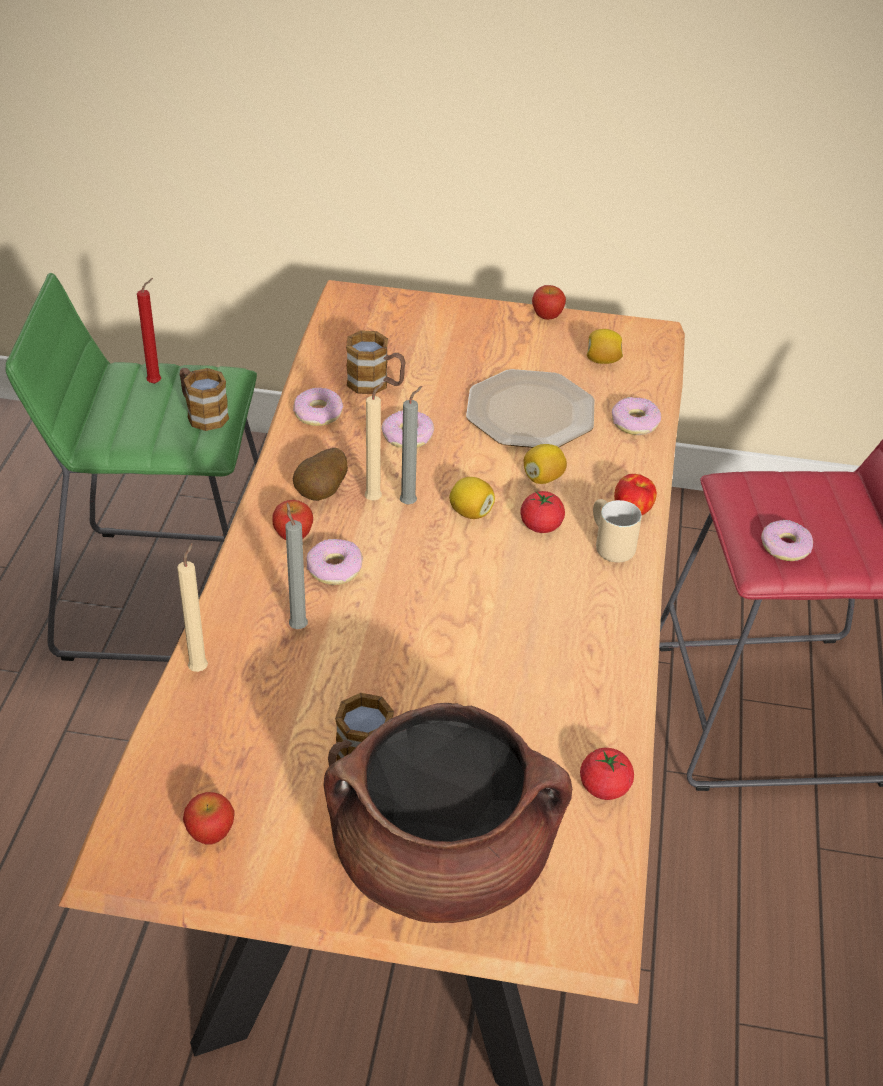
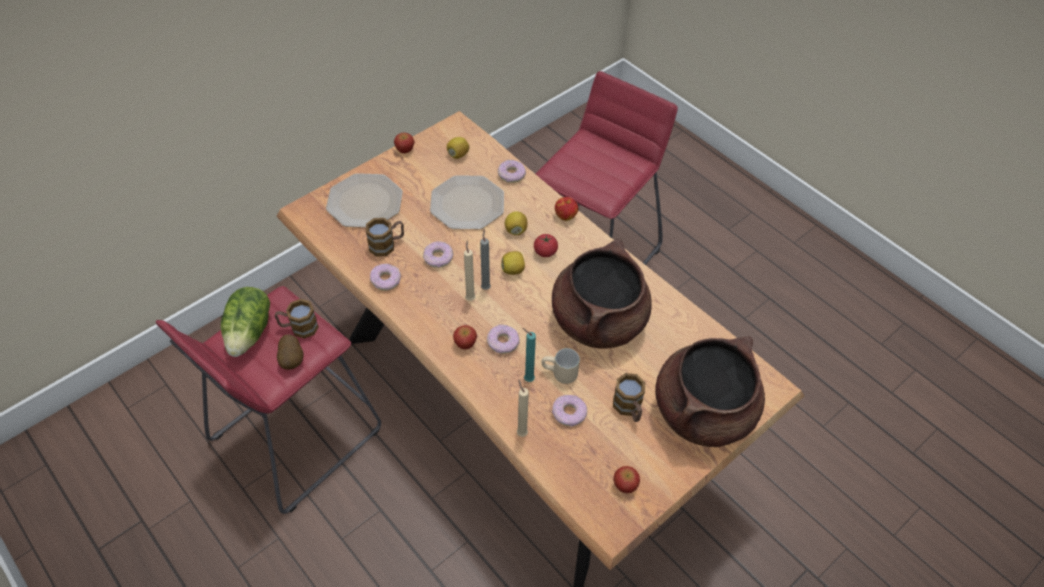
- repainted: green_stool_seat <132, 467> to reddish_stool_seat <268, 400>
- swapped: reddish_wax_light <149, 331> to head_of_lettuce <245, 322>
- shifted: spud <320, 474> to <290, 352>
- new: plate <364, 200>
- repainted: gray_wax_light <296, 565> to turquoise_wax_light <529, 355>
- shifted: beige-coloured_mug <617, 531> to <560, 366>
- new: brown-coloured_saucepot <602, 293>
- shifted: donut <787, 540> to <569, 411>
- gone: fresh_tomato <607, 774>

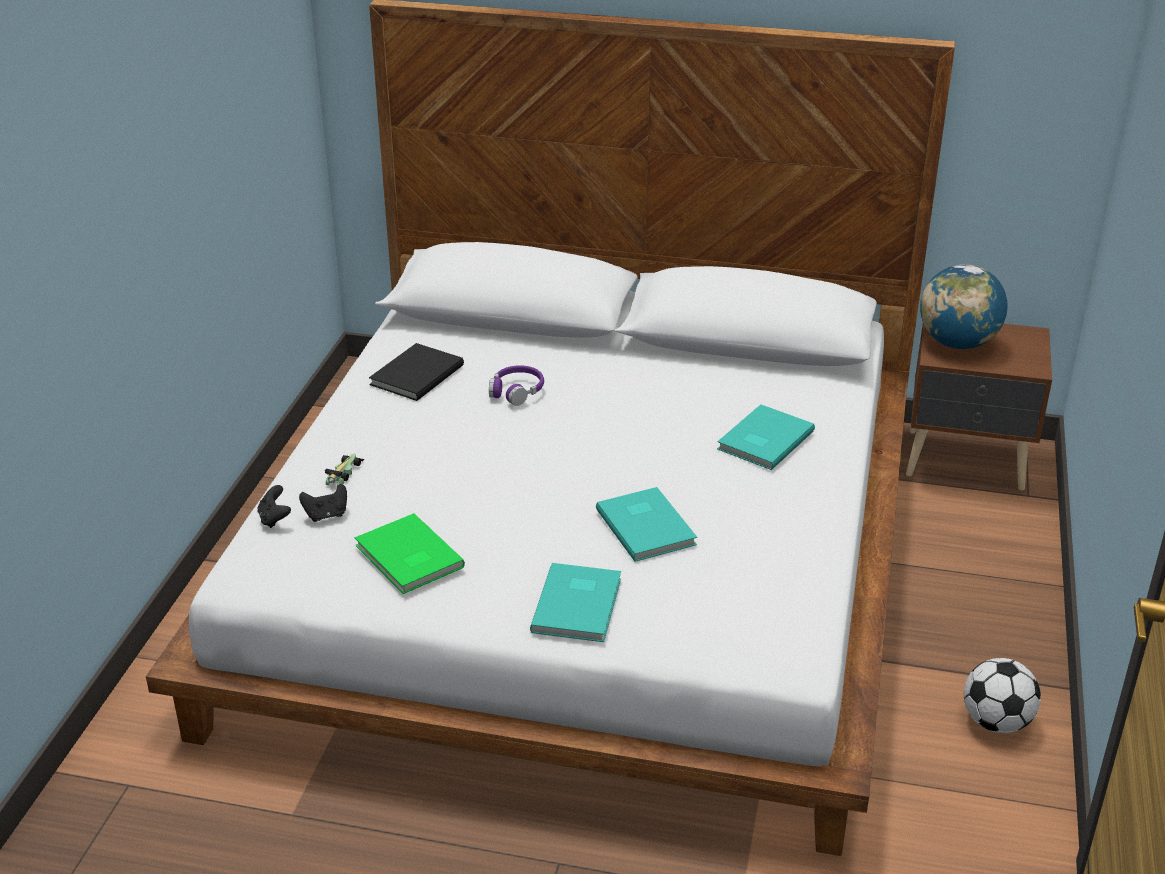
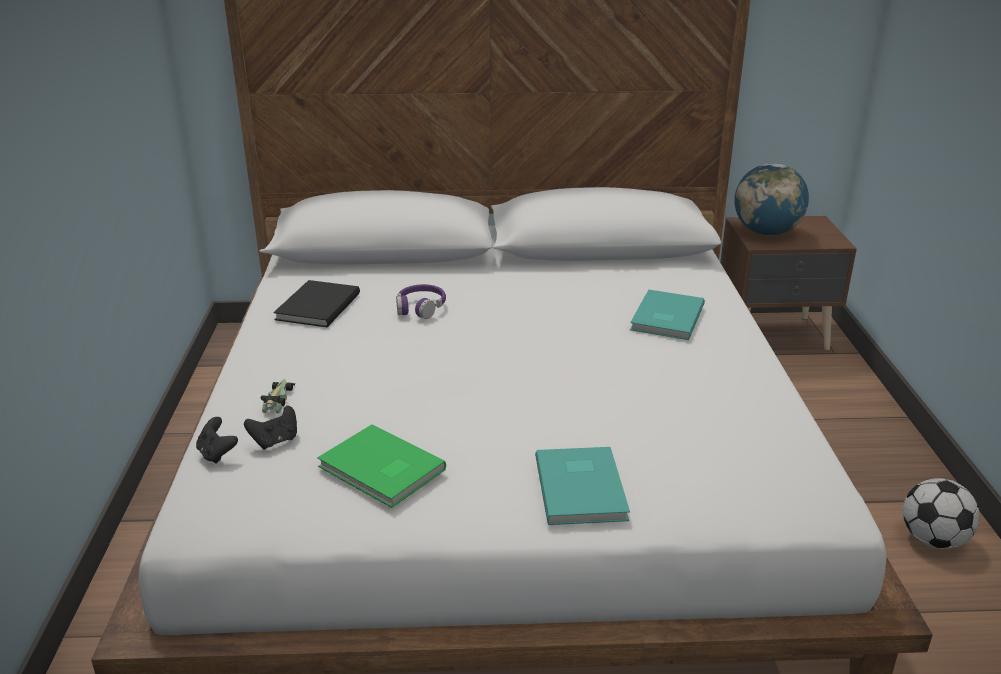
- gone: turquoise_volume <646, 524>

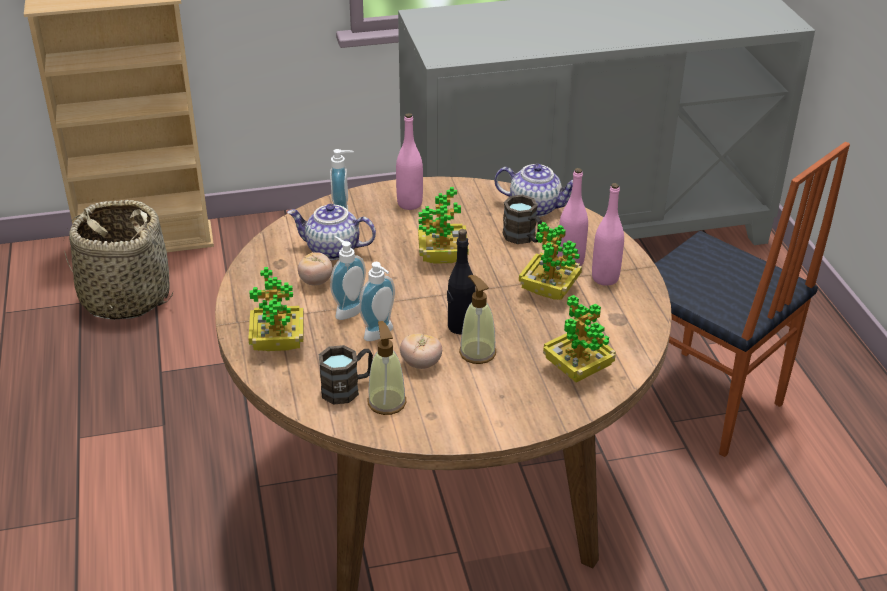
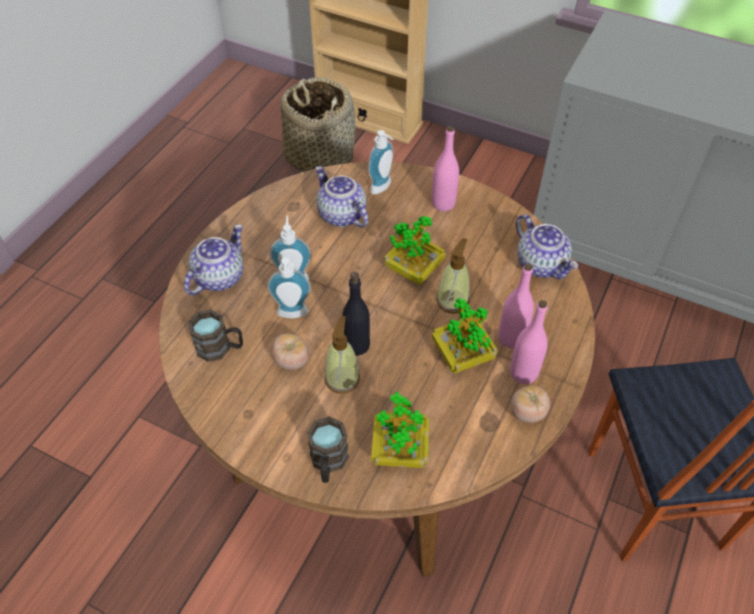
- swapped: houseplant <276, 309> to tea_pot <213, 259>
- shifted: brown-coloured_mug <522, 219> to <328, 449>
- shifted: soap_bottle <387, 368> to <453, 276>
- shifted: fresh_tomato <315, 269> to <530, 404>

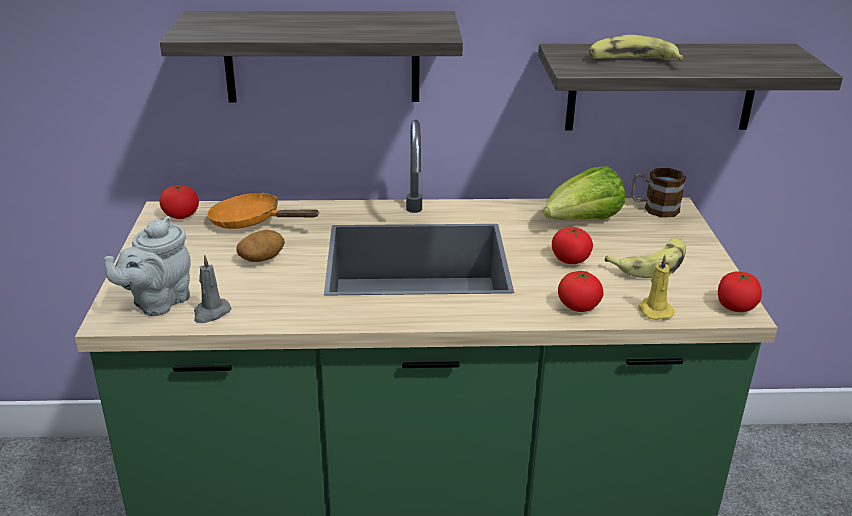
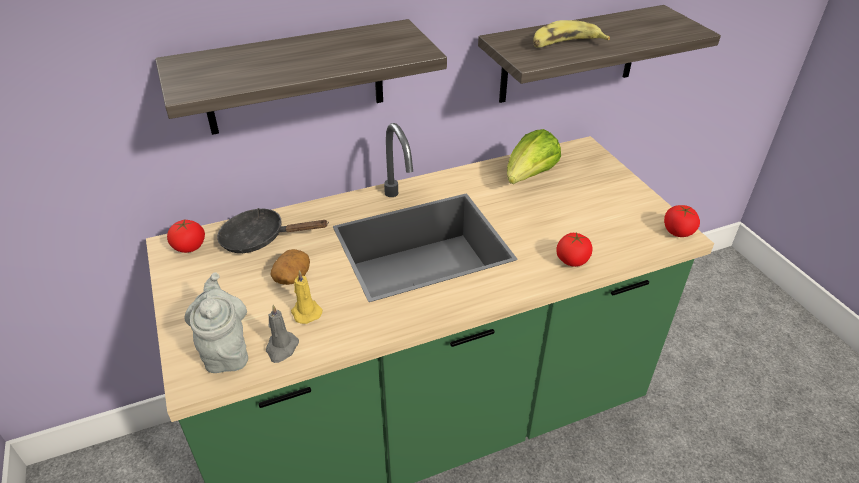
- rotated: gray_tea_pot <147, 266> = <216, 323> 150 degrees clockwise
- repainted: orange-coloured_skillet <263, 211> to blackish_skillet <273, 230>
- shifted: yellow-coloured_wax_light <656, 287> to <307, 297>
- gone: fresh_tomato <572, 245>
- gone: banana_fruit <645, 258>
- gone: mug <659, 193>

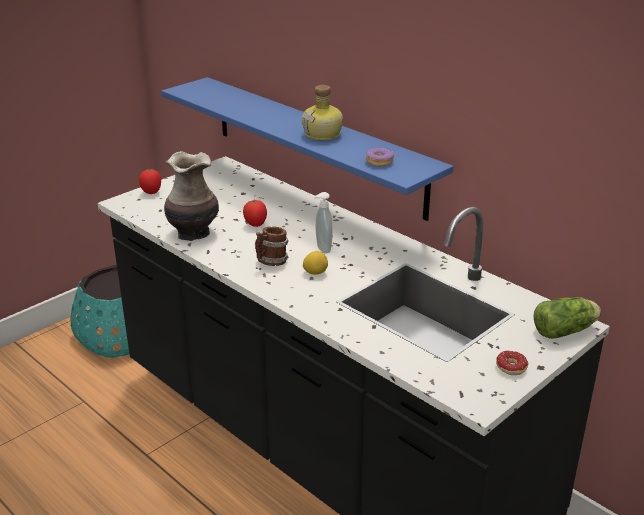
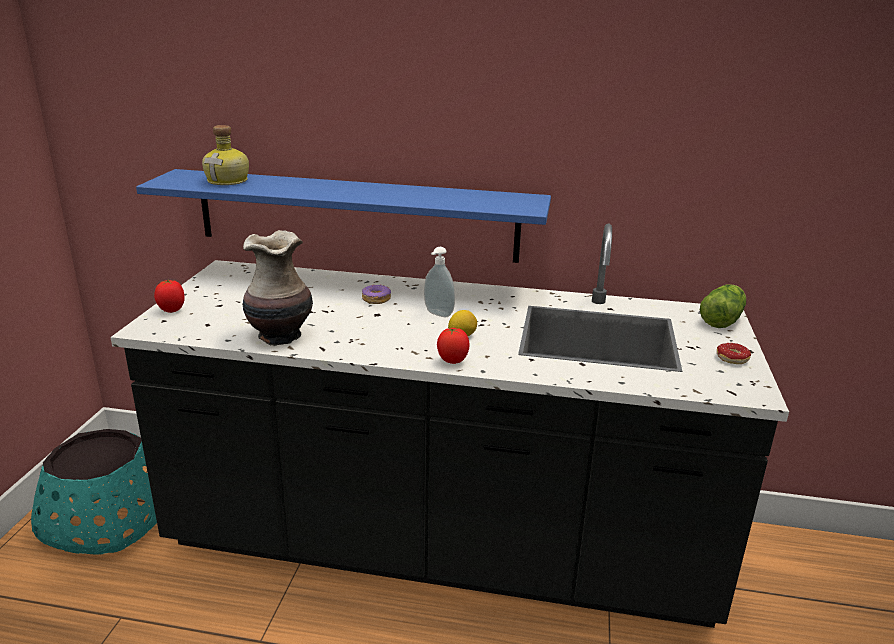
- shifted: bottle <322, 112> to <225, 155>
- shifted: donut <380, 157> to <376, 294>
- shifted: fresh_tomato <255, 213> to <453, 346>
- gone: mug <272, 246>

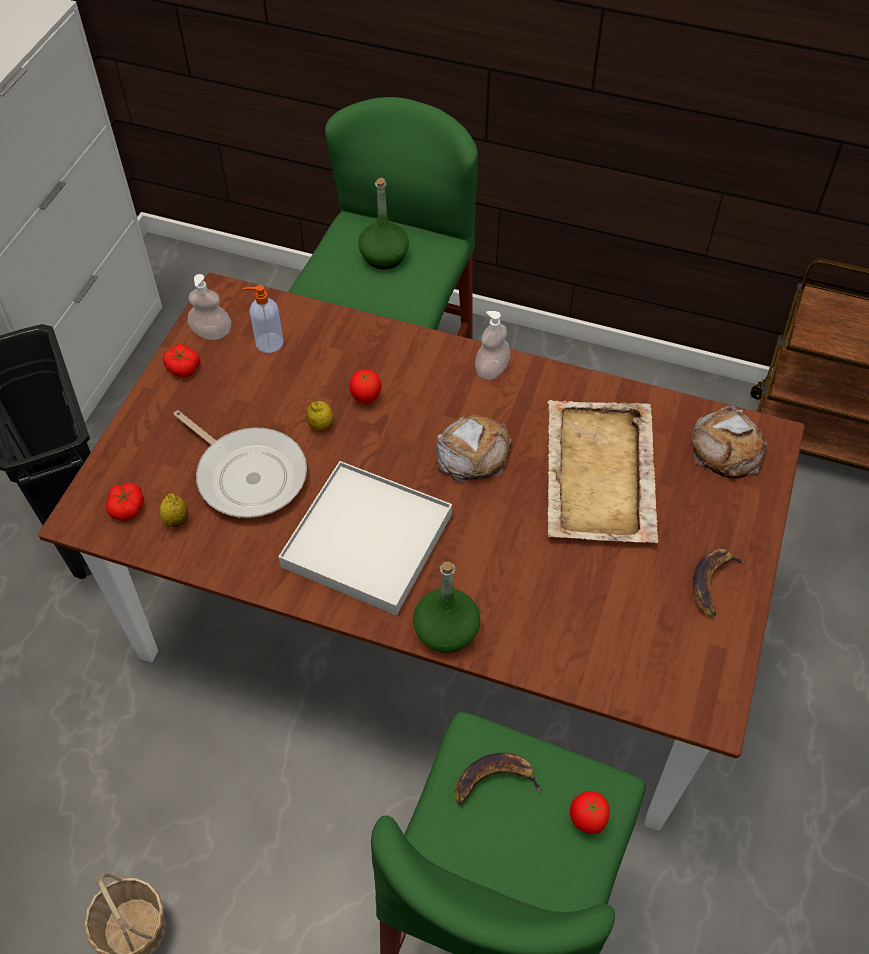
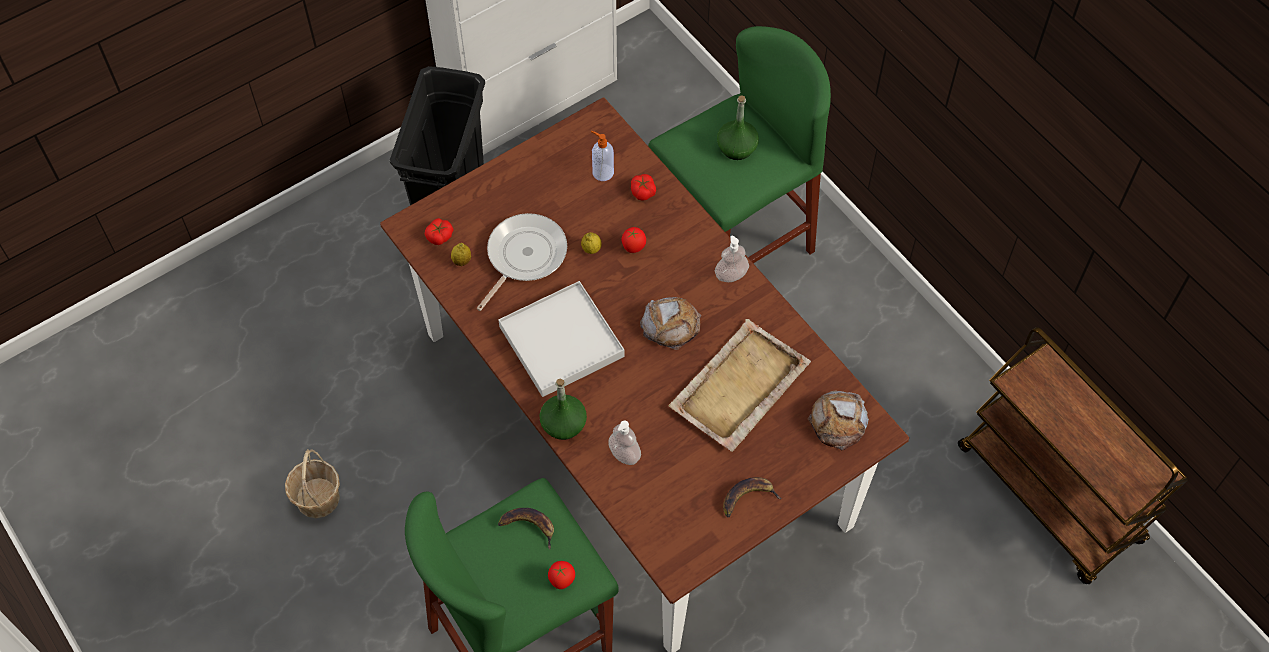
- rotated: skillet <240, 464> = <522, 262> 135 degrees counterclockwise
- shifted: soap_bottle <209, 307> to <624, 442>
- shifted: fresh_tomato <181, 361> to <643, 187>

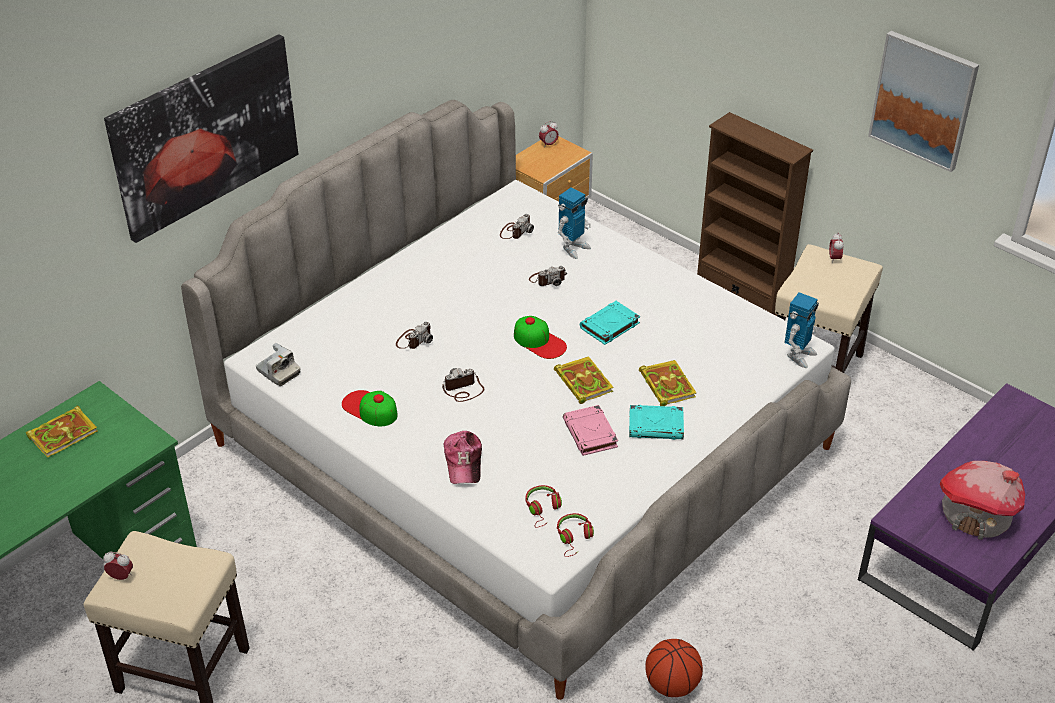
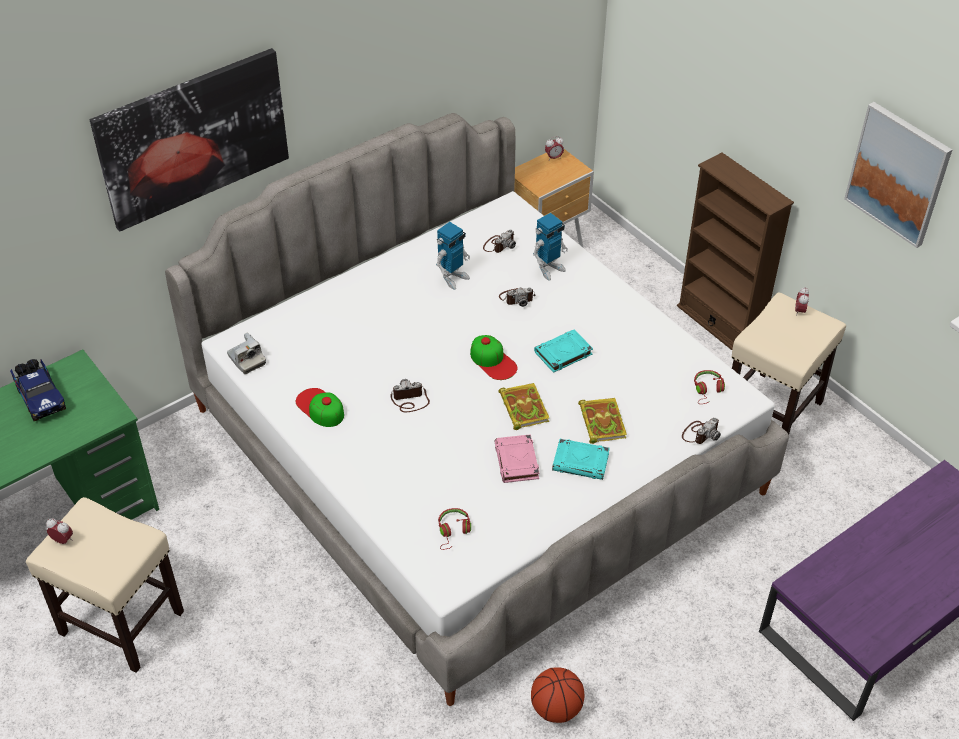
- swapped: volume <62, 431> to model_truck <38, 390>
- shifted: model_robot <802, 330> to <453, 256>
- shifted: photo_camera <414, 335> to <701, 431>
- shifted: reddish_headset <575, 535> to <709, 387>
- gone: peaked_cap <463, 457>
- gone: model_house <982, 500>

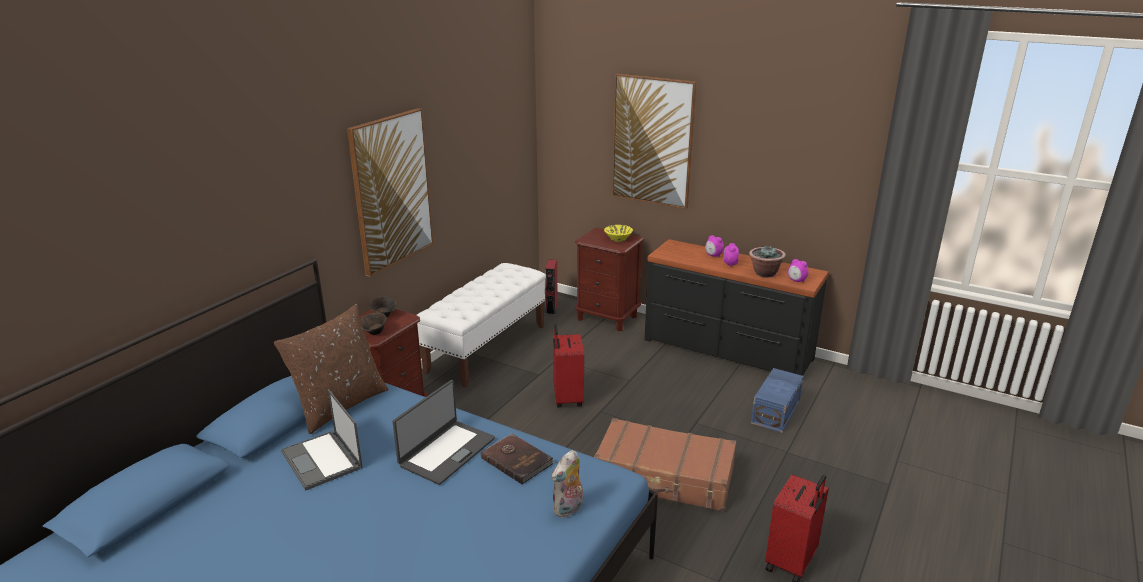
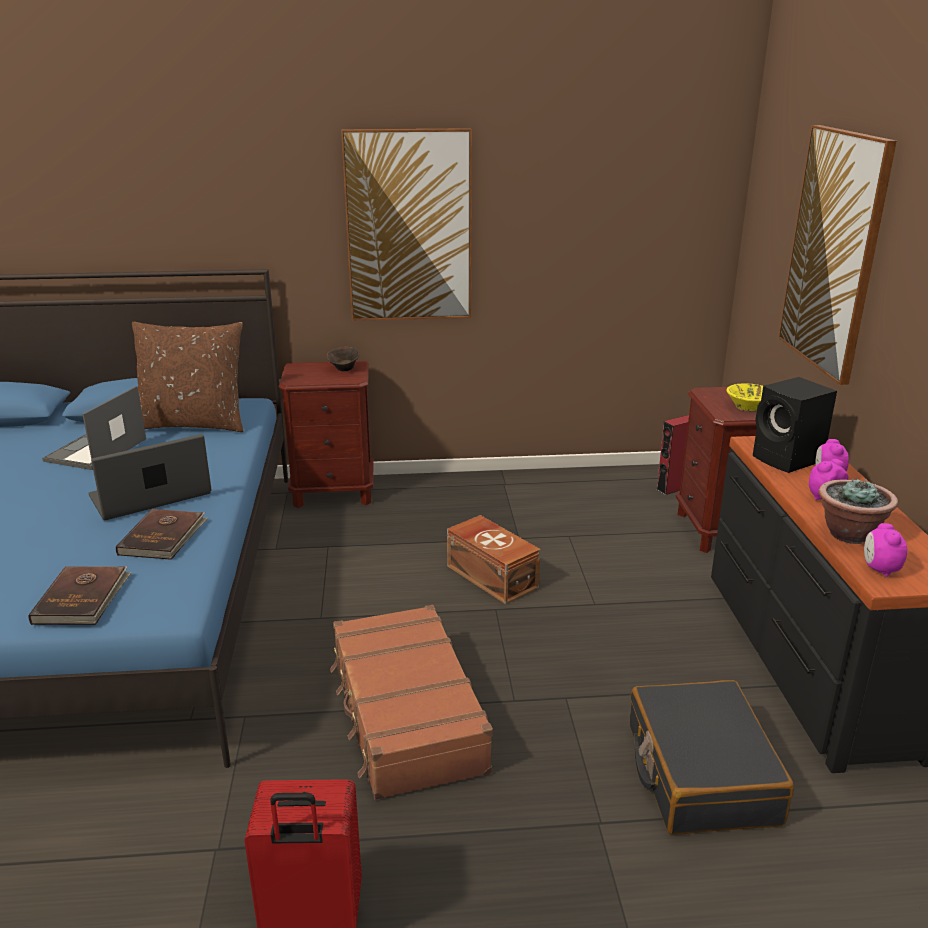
- swapped: cuddly_toy <568, 484> to brown-coloured_volume <80, 595>
- rotated: notebook_computer <443, 432> = <150, 477> 150 degrees clockwise
- swapped: reddish_piece_of_luggage <568, 365> to brown-coloured_storage_container <494, 559>
- swapped: blue_storage_container <777, 400> to blackish_piece_of_luggage <712, 757>
- new: blackish_loudspeaker <795, 425>
- gone: brown-coloured_deep_dish <374, 323>
- gone: white_indoor_bench <481, 325>

